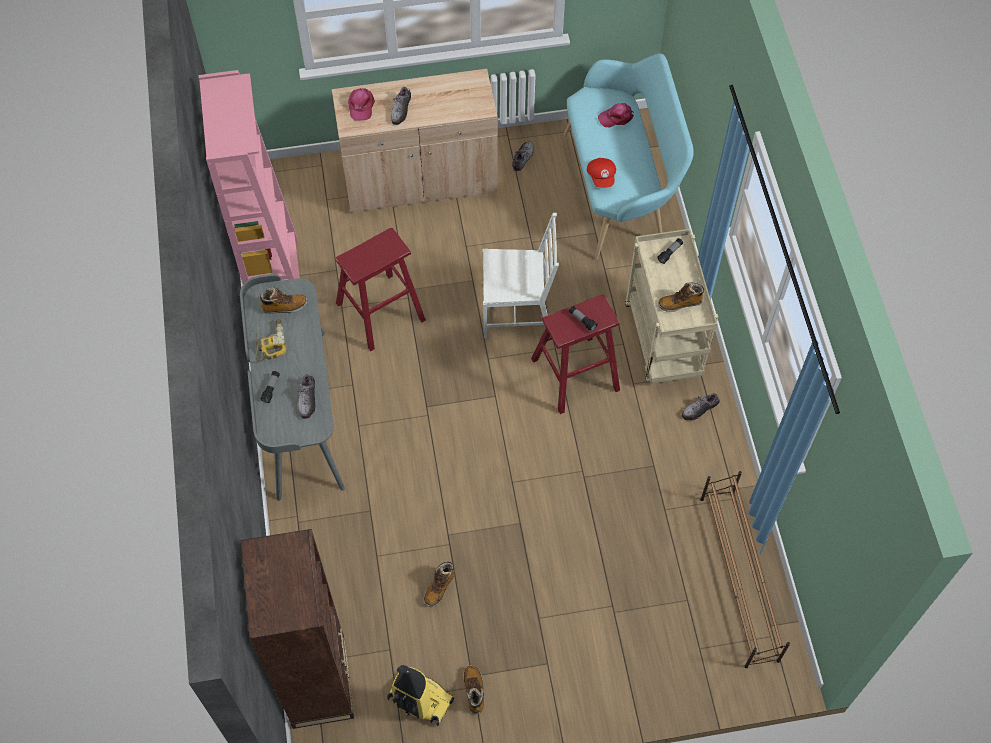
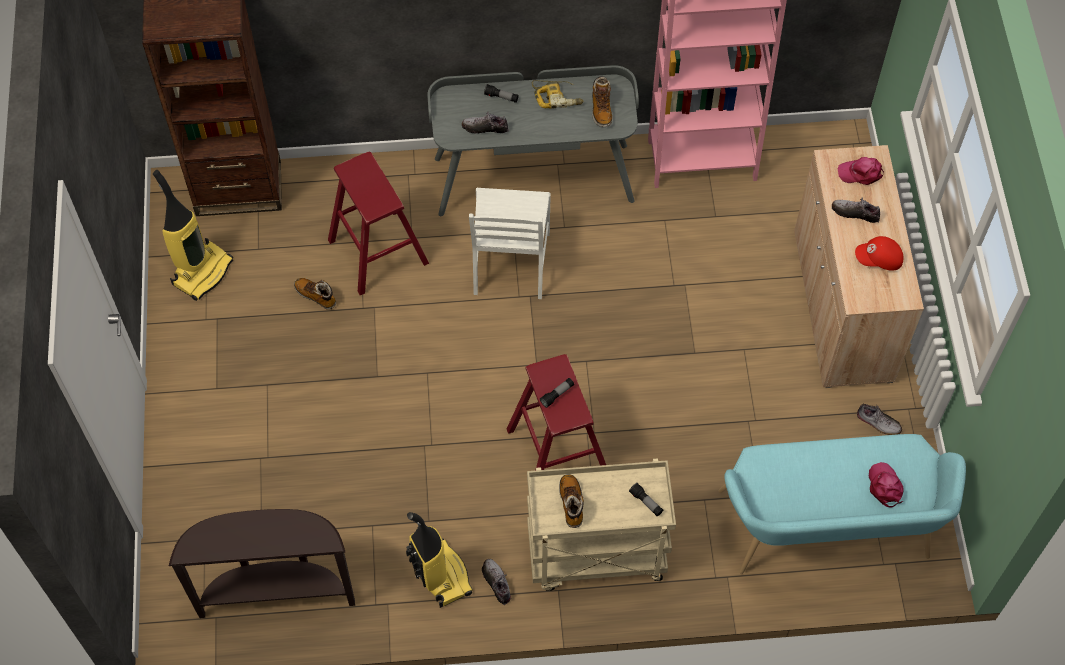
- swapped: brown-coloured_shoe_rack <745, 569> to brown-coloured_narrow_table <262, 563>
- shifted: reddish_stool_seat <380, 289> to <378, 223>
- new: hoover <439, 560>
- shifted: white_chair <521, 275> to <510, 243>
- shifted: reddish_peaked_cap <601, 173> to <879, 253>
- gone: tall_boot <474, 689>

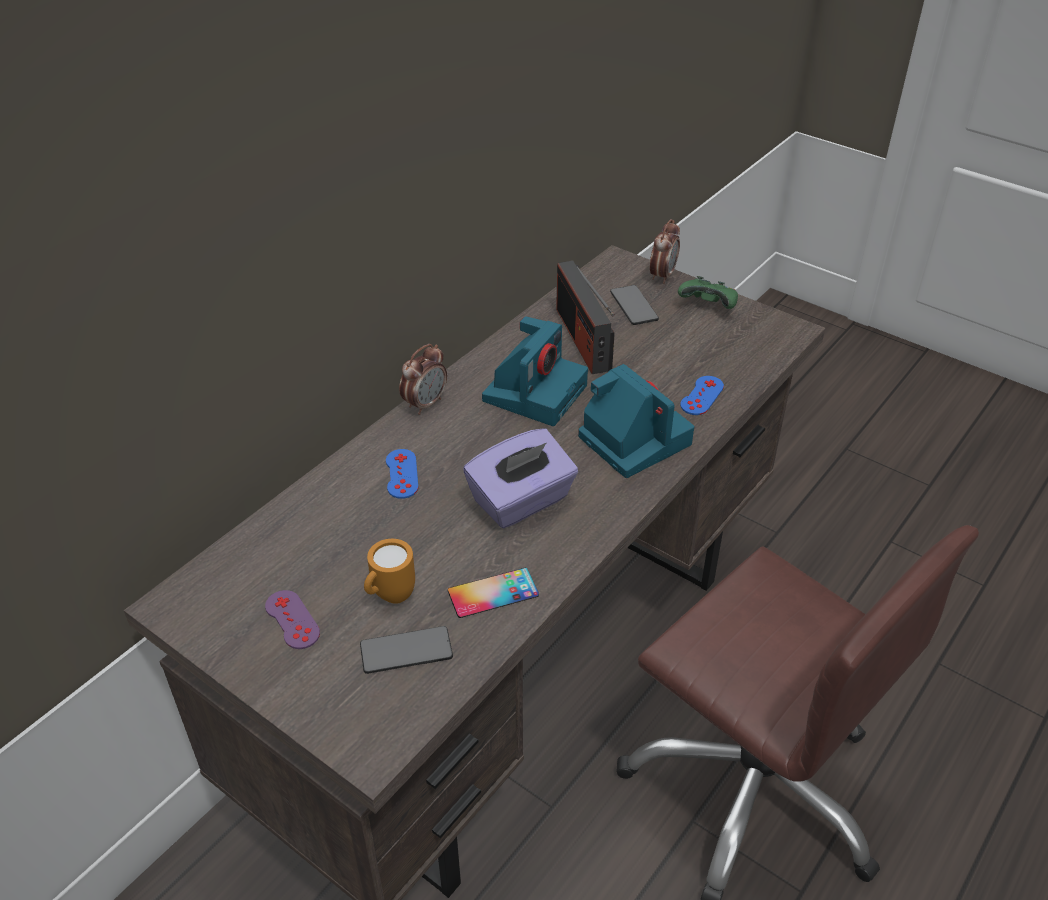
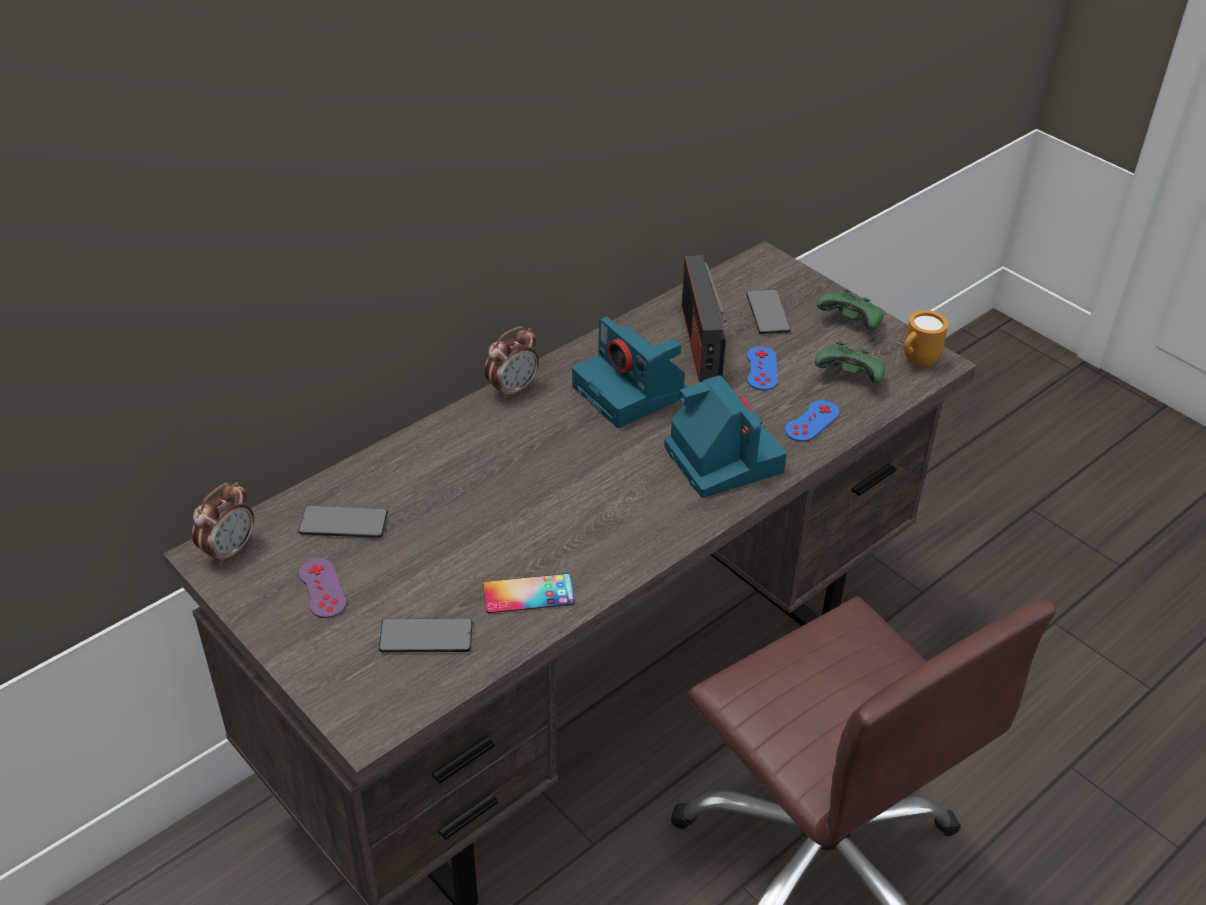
- shifted: alarm_clock <665, 251> to <223, 524>
- new: handset <343, 522>
- rotated: photo_camera <535, 371> = <630, 372> 105 degrees clockwise
- shifted: blue_joypad <402, 474> to <762, 368>
- new: green_joypad <850, 362>
- shifted: orange-coloured_mug <389, 571> to <925, 339>
- gone: purple_box_of_tissues <520, 478>

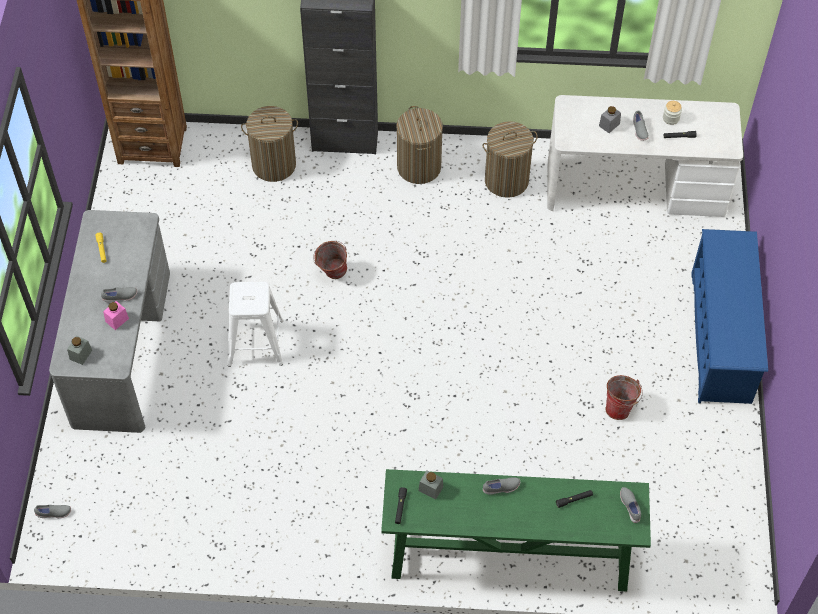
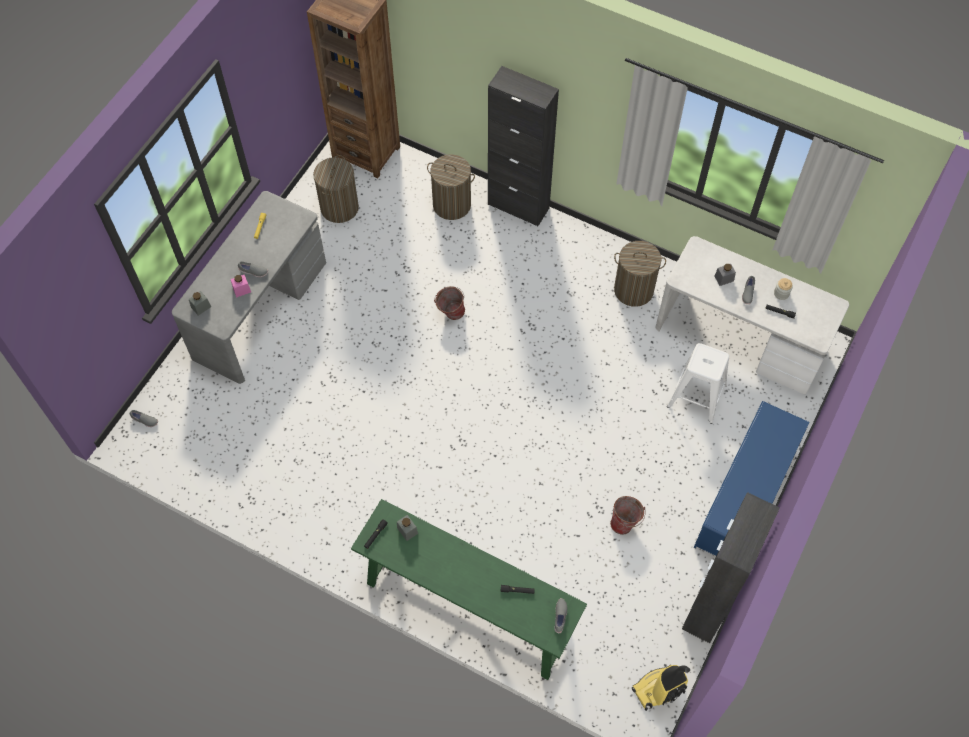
- shifted: laundry_basket <419, 145> to <336, 189>
- new: hoover <661, 688>
- shifted: white_stool_seat <256, 324> to <698, 383>
- new: blackish_storage_cabinet <731, 567>
- gone: gray_item_of_footwear <501, 486>

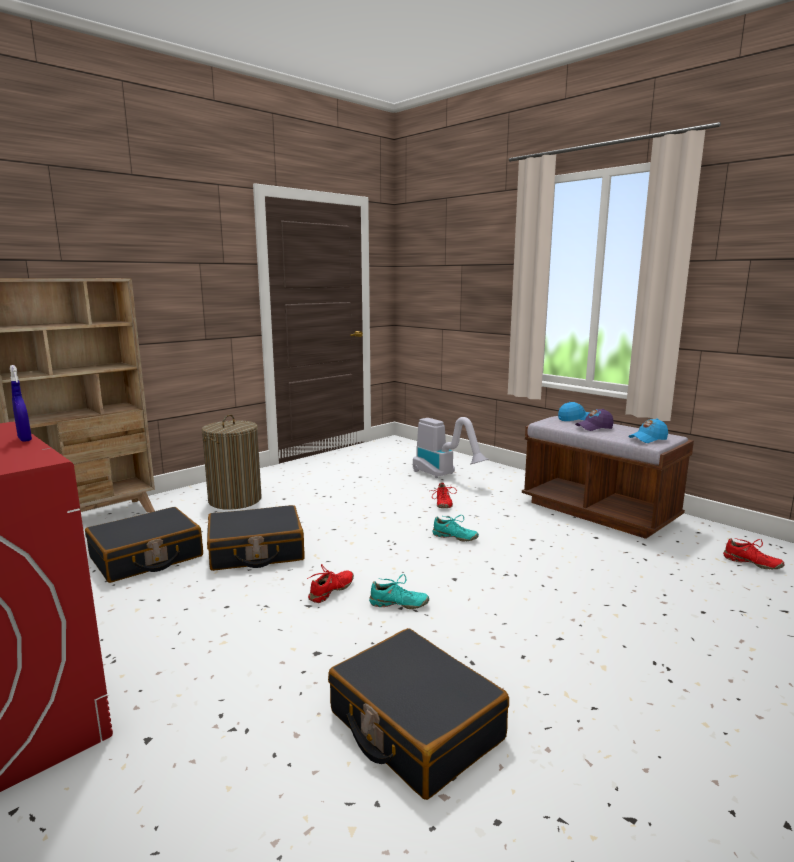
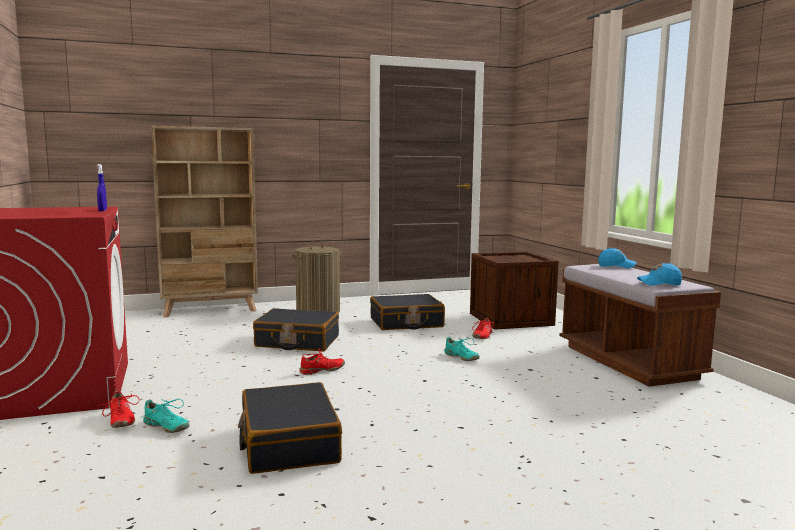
- shifted: reddish_item_of_footwear <753, 553> to <119, 409>
- shifted: turquoise_item_of_footwear <399, 591> to <165, 416>
- shifted: blackish_piece_of_luggage <144, 545> to <407, 312>
- swapped: hoover <450, 447> to shipping_crate <514, 291>
- gone: purple_peaked_cap <594, 420>

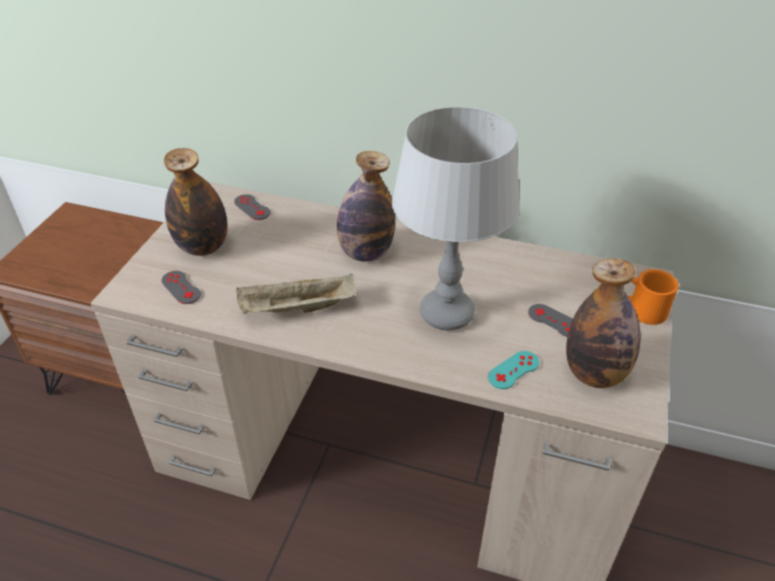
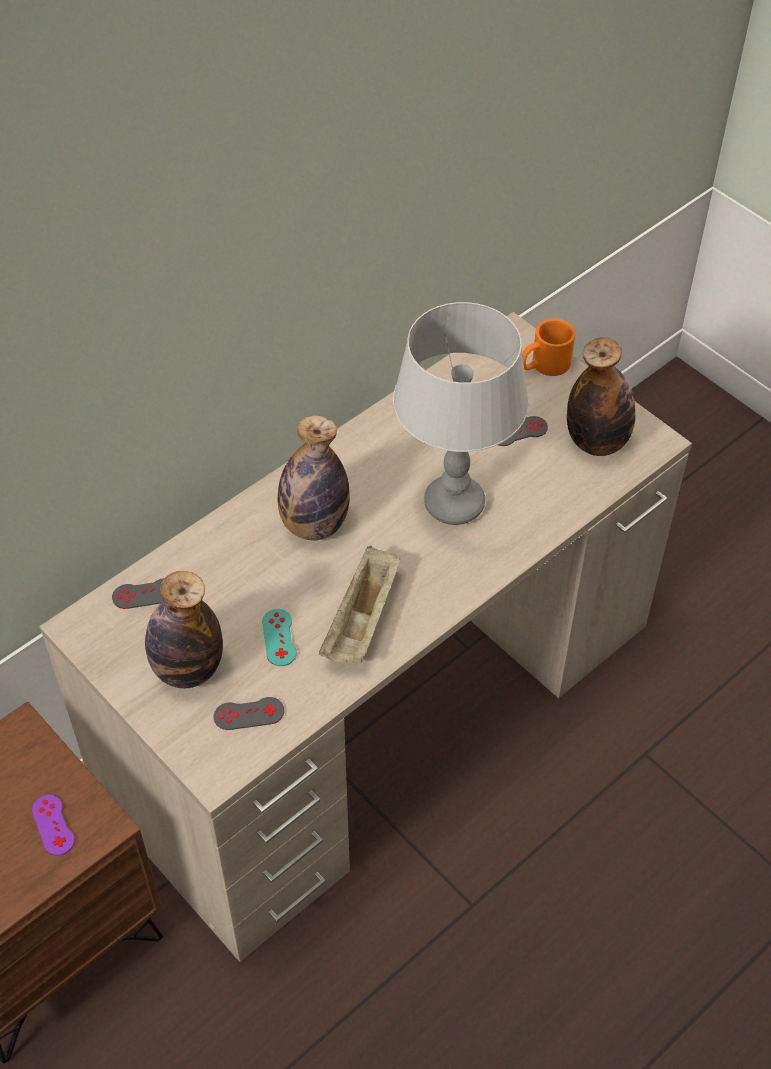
- new: purple_joypad <53, 825>
- shifted: turquoise_joypad <513, 370> to <279, 637>

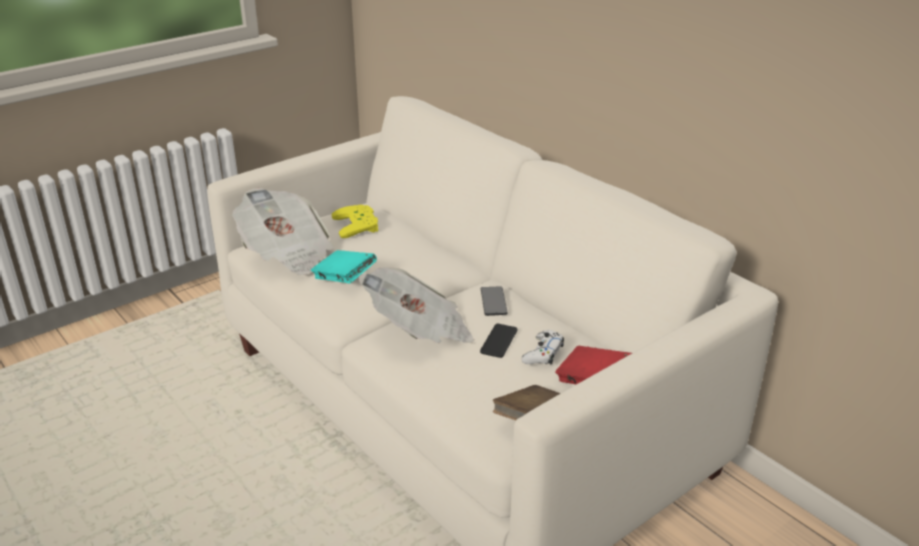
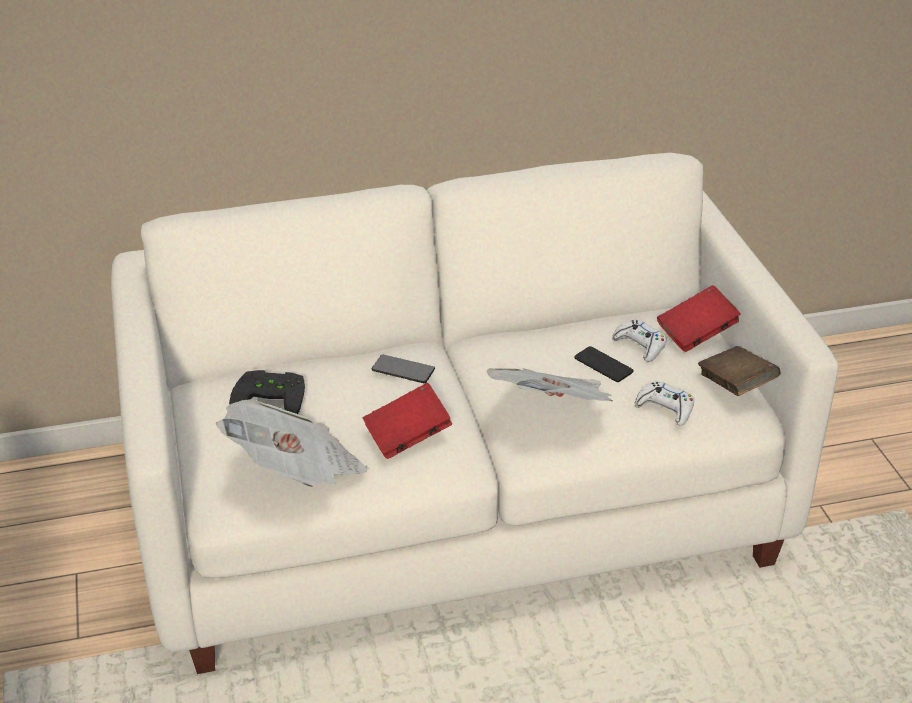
- repainted: yellow-coloured_joypad <355, 221> to blackish_joypad <267, 392>
- repainted: turquoise_volume <344, 266> to reddish_volume <407, 421>
- shifted: handset <494, 301> to <403, 369>
- new: white_joypad <664, 403>

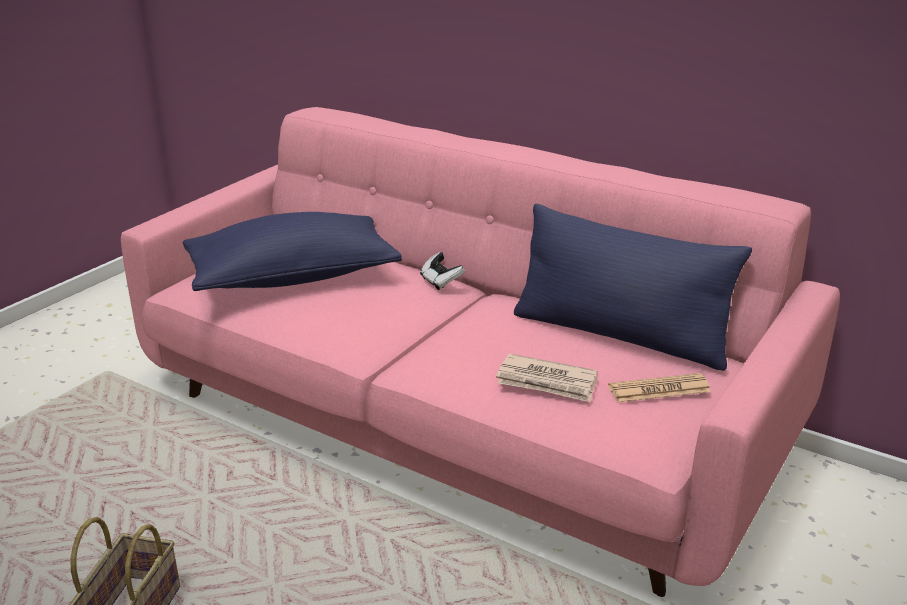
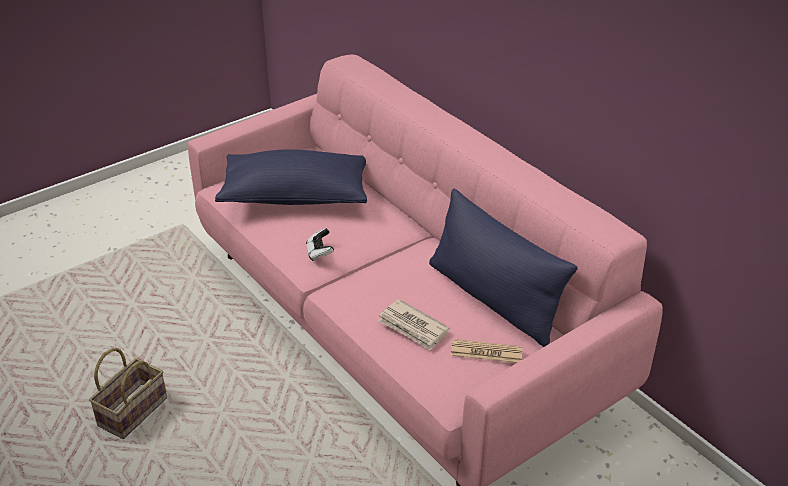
- shifted: joypad <442, 271> to <320, 244>

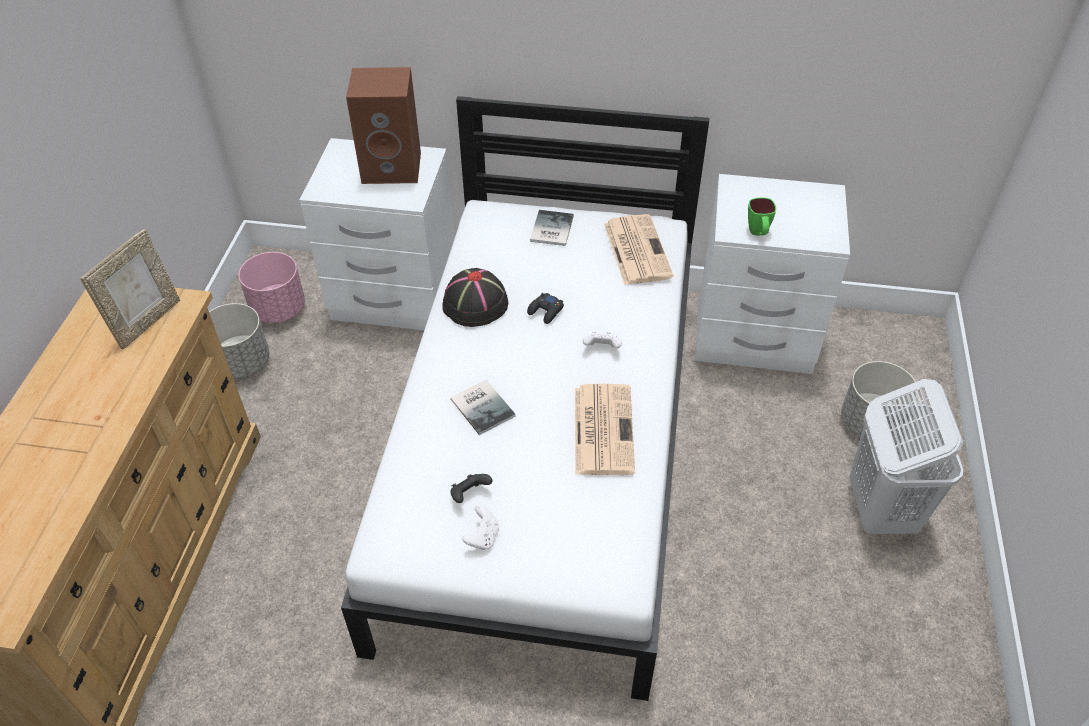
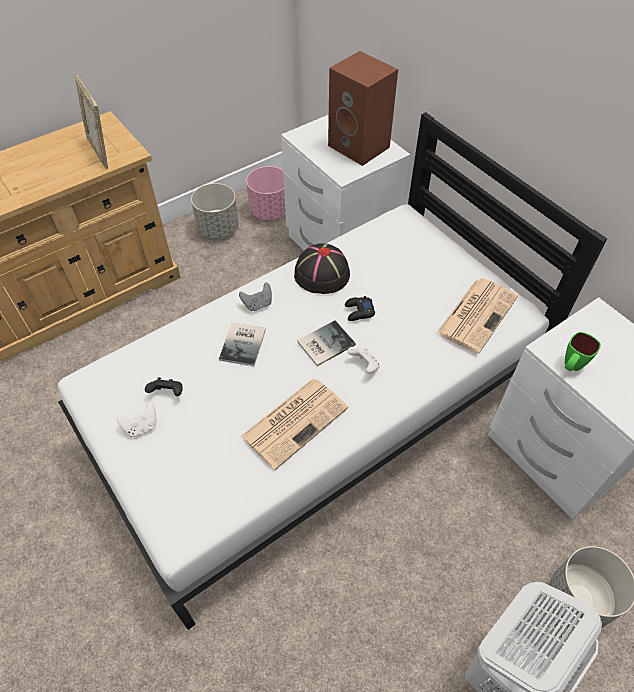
- rotated: photo_frame <130, 289> = <91, 122> 75 degrees clockwise
- new: gray_joypad <255, 296>
- shifted: volume <552, 228> to <326, 343>

